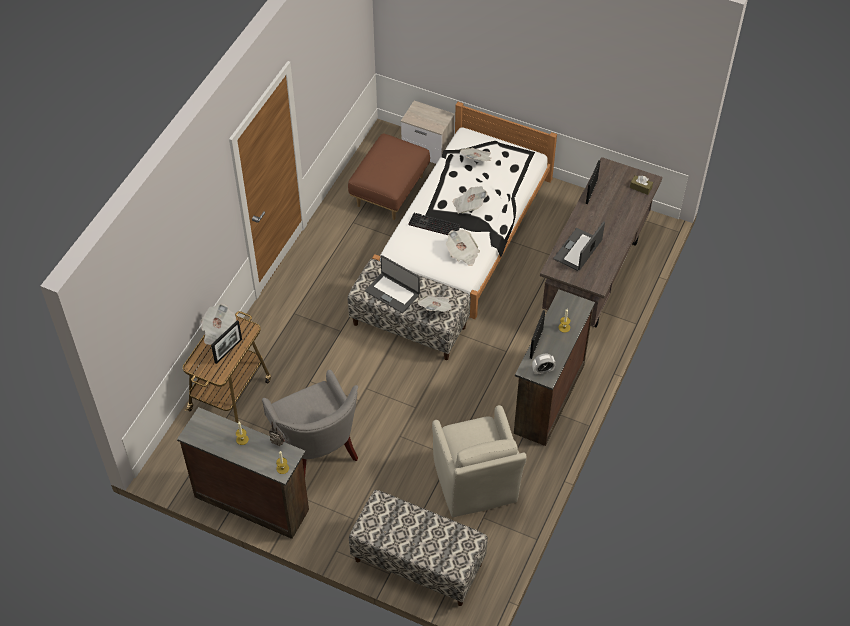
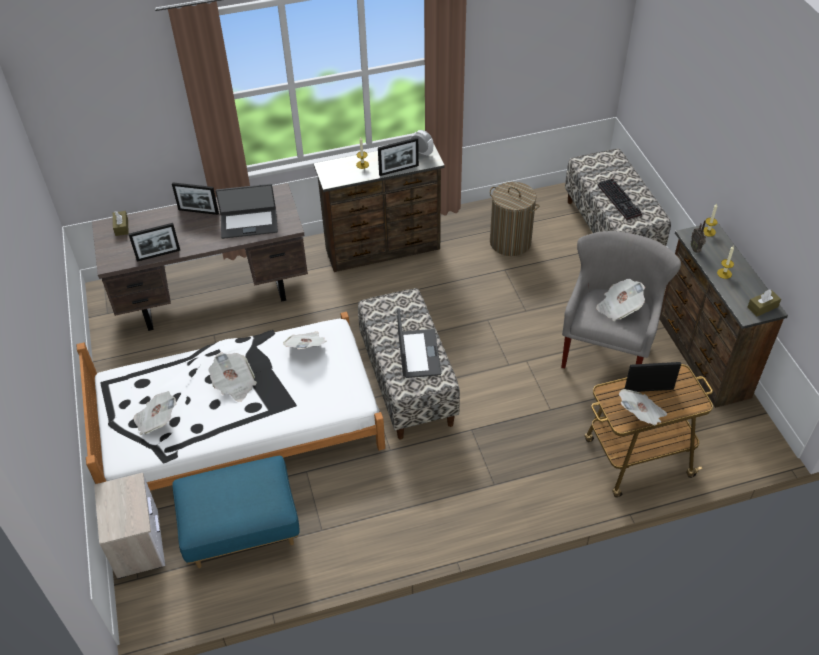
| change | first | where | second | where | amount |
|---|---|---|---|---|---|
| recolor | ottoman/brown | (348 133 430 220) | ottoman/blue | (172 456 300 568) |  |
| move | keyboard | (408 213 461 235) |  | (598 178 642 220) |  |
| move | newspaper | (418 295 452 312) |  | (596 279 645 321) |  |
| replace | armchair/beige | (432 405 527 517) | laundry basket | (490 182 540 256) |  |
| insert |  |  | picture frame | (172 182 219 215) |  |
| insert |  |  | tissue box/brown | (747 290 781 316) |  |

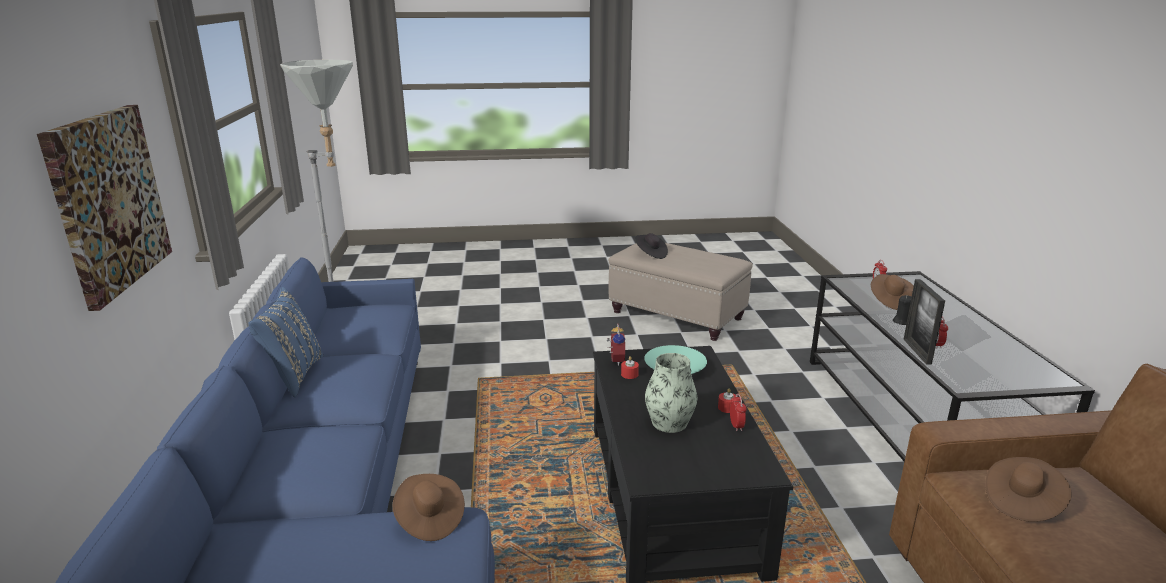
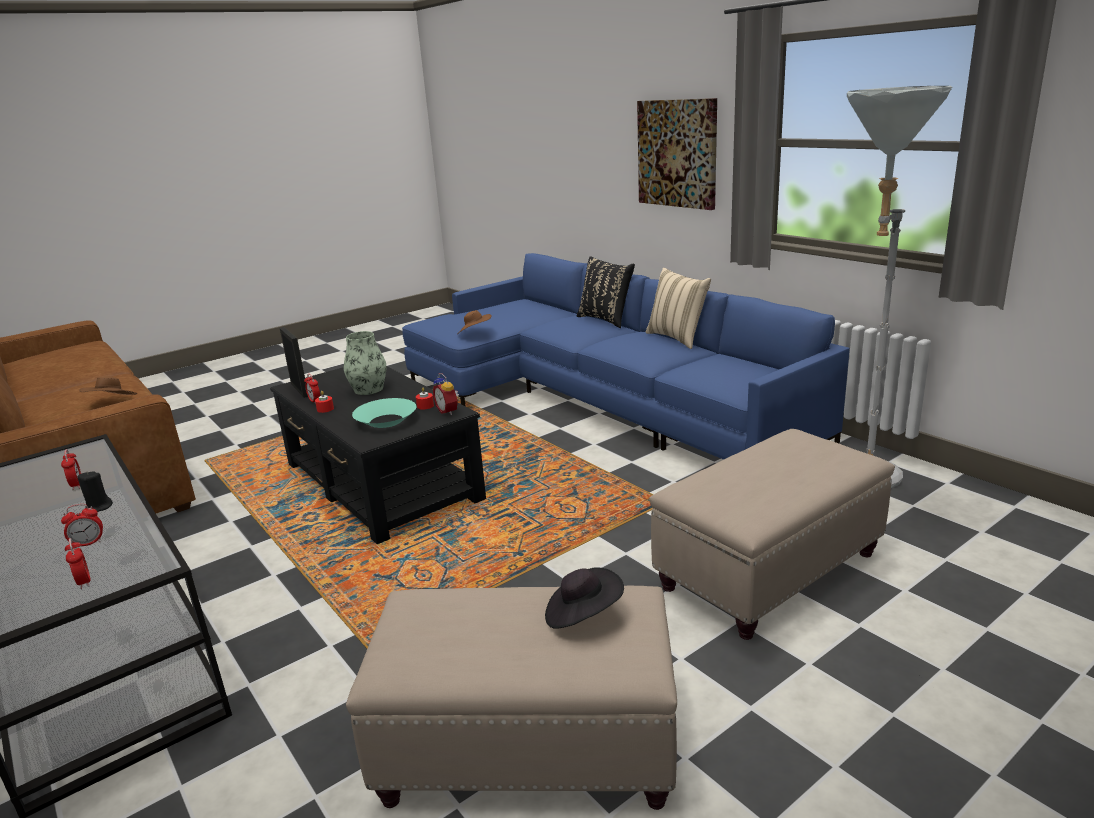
| change | first | where | second | where | amount |
|---|---|---|---|---|---|
| recolor | pillow/blue | (248 287 323 397) | pillow/beige | (646 268 711 349) |  |
| replace | hat/brown | (871 274 914 310) | alarm clock | (61 504 103 546) |  |
| move | picture frame | (903 279 945 364) |  | (280 327 308 398) |  |
| insert |  |  | pillow/black | (577 256 635 328) |  |
| insert |  |  | ottoman/beige | (649 429 895 640) |  |

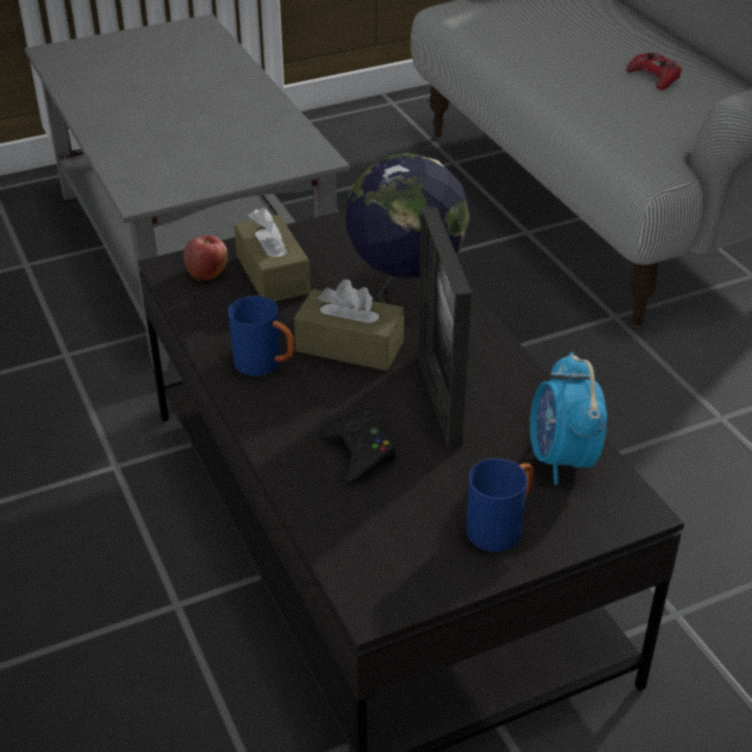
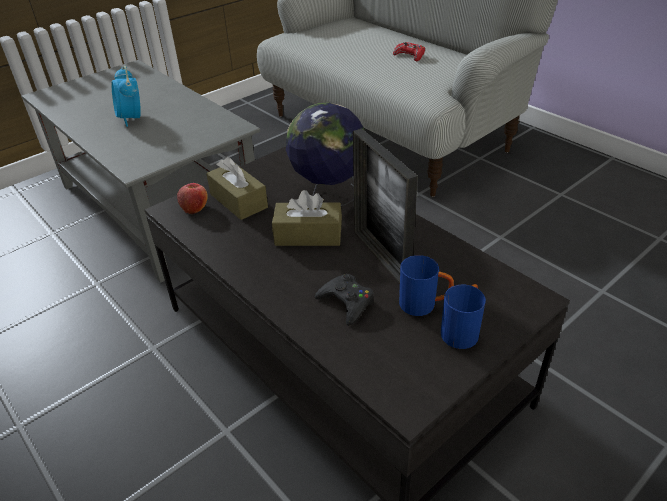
| change | first | where | second | where | amount |
|---|---|---|---|---|---|
| move | mug/blue | (228 296 294 376) |  | (399 255 454 316) |  |
| move | alarm clock | (530 352 607 485) |  | (111 66 141 127) |  |

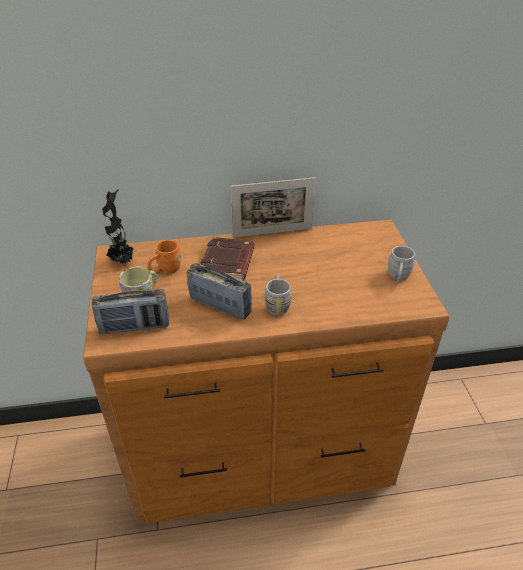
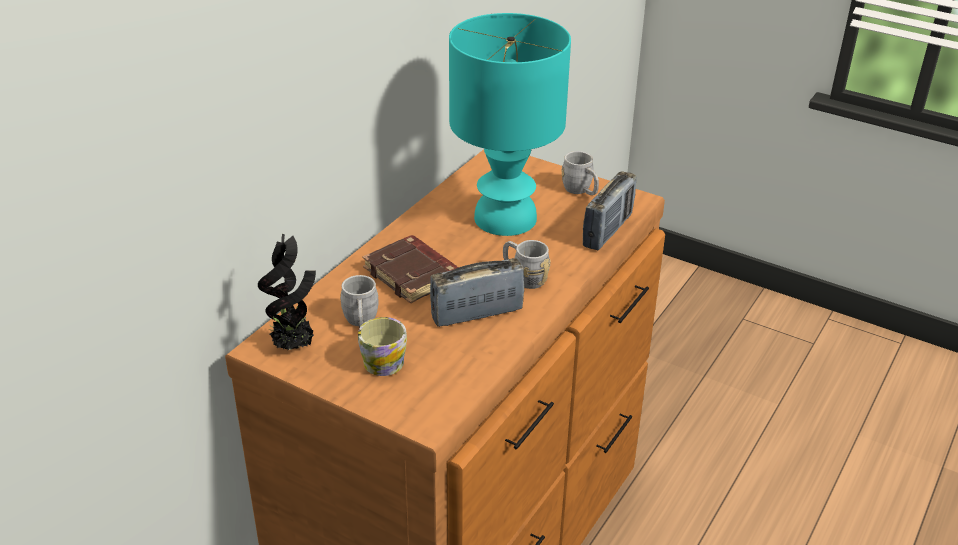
| change | first | where | second | where | amount |
|---|---|---|---|---|---|
| move | radio | (92 289 169 334) |  | (583 171 637 250) |  |
| recolor | mug/orange | (147 240 181 274) | mug/grey | (340 275 379 328) |  |
| delete | picture frame | (230 177 316 238) |  |  |  |
| insert |  |  | table lamp/turquoise | (449 13 571 236) |  |

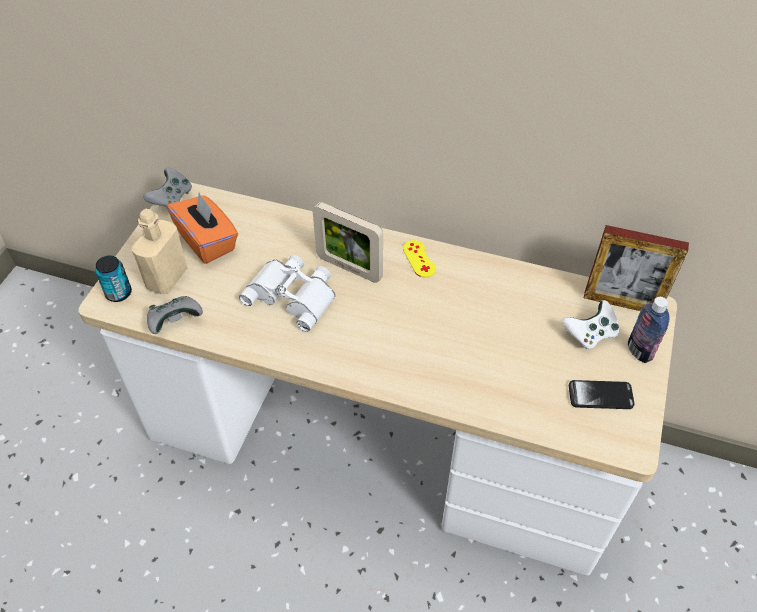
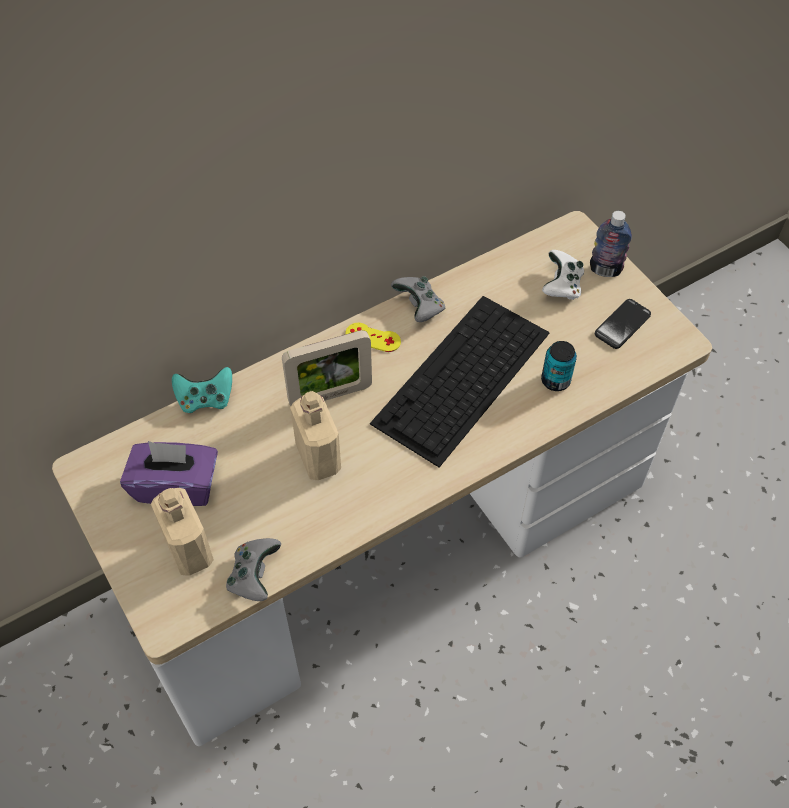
| change | first | where | second | where | amount |
|---|---|---|---|---|---|
| move | can | (95 255 132 302) |  | (541 341 577 391) |  |
| move | game controller/grey | (143 167 192 207) |  | (391 276 445 322) |  |
| recolor | tissue box/orange | (167 193 238 264) | tissue box/purple | (120 441 218 506) |  |
| replace | binoculars/white | (239 255 336 332) | bottle/beige | (290 391 341 480) |  |
| delete | picture frame | (584 225 689 311) |  |  |  |
| insert |  |  | game controller/turquoise | (172 367 232 413) |  |
| insert |  |  | keyboard | (370 296 550 467) |  |

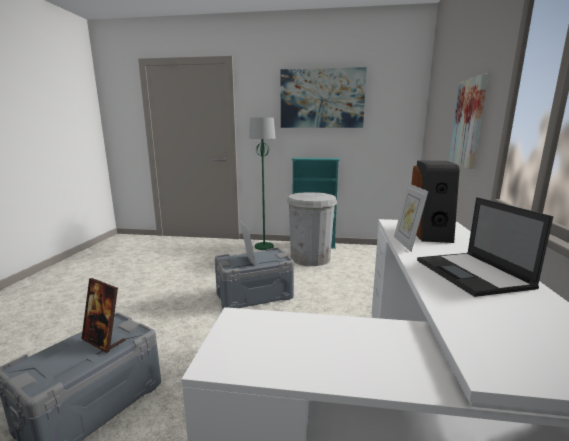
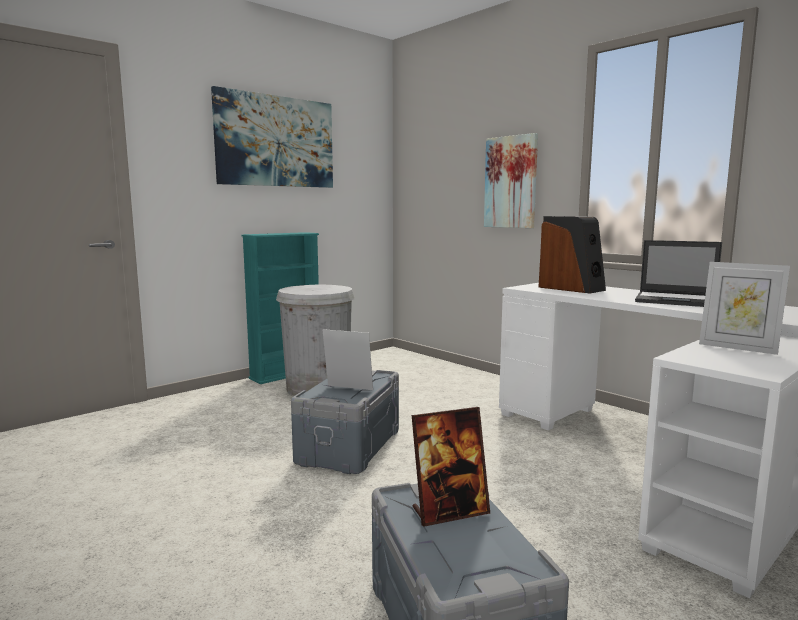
| change | first | where | second | where | amount |
|---|---|---|---|---|---|
| delete | floor lamp/green | (249 117 276 250) |  |  |  |
| move | picture frame | (394 183 429 252) |  | (699 262 790 355) |  |

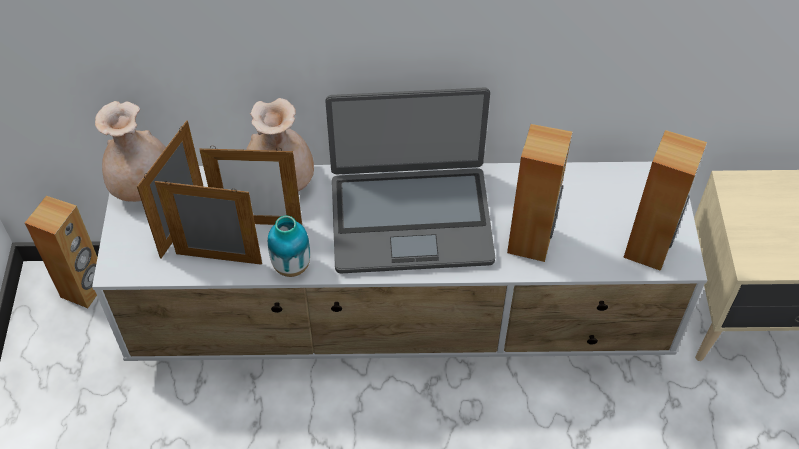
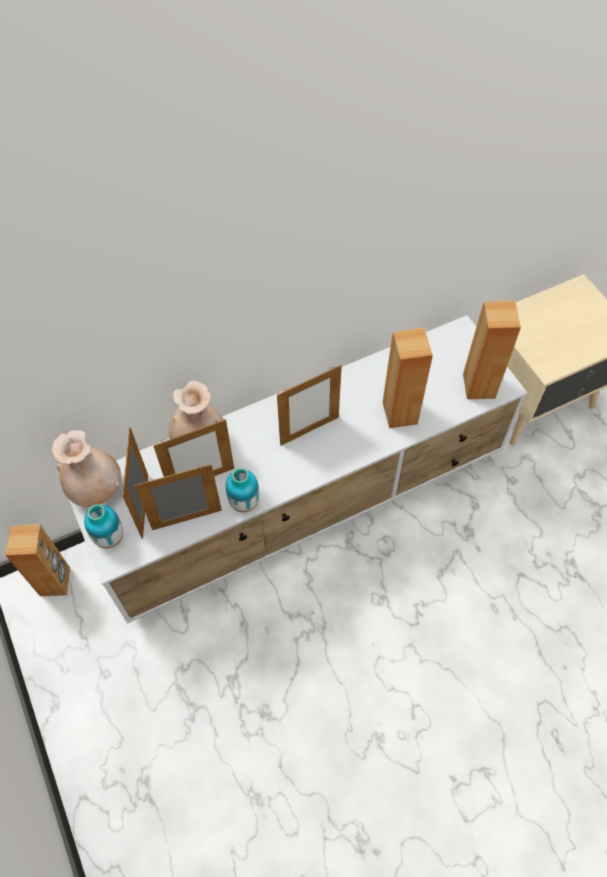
| change | first | where | second | where | amount |
|---|---|---|---|---|---|
| replace | laptop | (325 88 495 273) | picture frame | (277 365 342 446) |  |
| insert |  |  | vase | (84 504 123 548) |  |

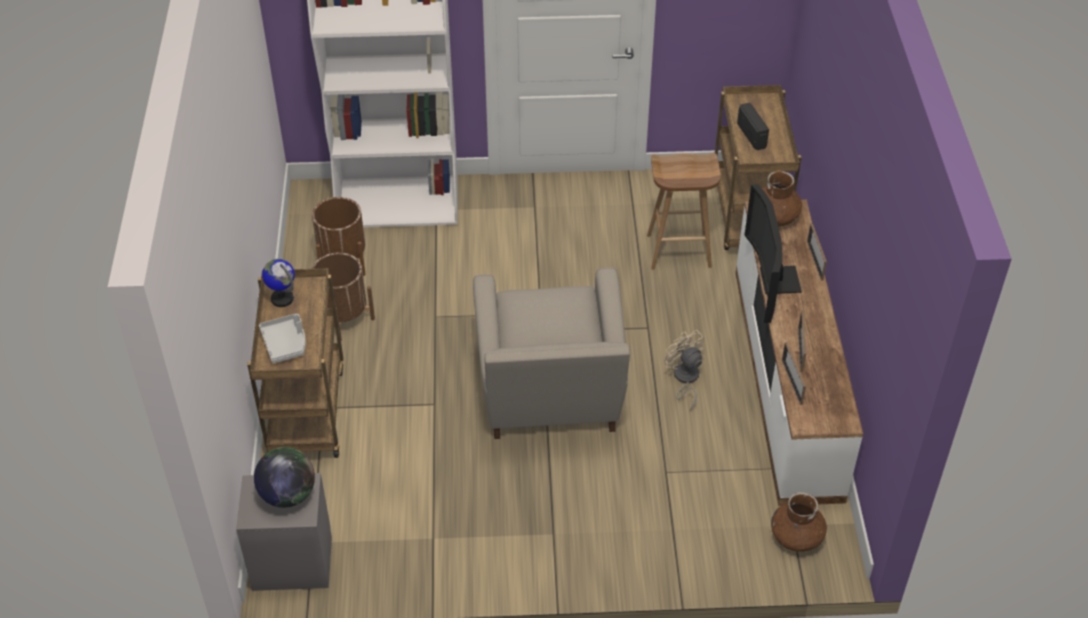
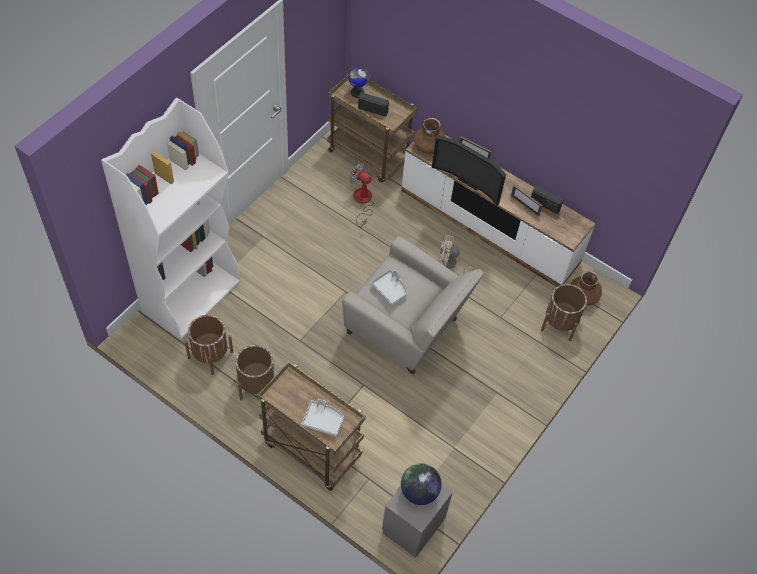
| change | first | where | second | where | amount |
|---|---|---|---|---|---|
| move | globe | (262 259 295 307) |  | (349 68 370 98) |  |
| replace | stool/brown | (647 153 721 270) | fan | (349 163 374 228) |  |
| delete | picture frame | (782 342 806 405) |  |  |  |
| insert |  |  | tray/grey | (371 269 408 306) |  |
| insert |  |  | radio | (531 185 563 214) |  |
| insert |  |  | planter/brown | (541 284 587 341) |  |

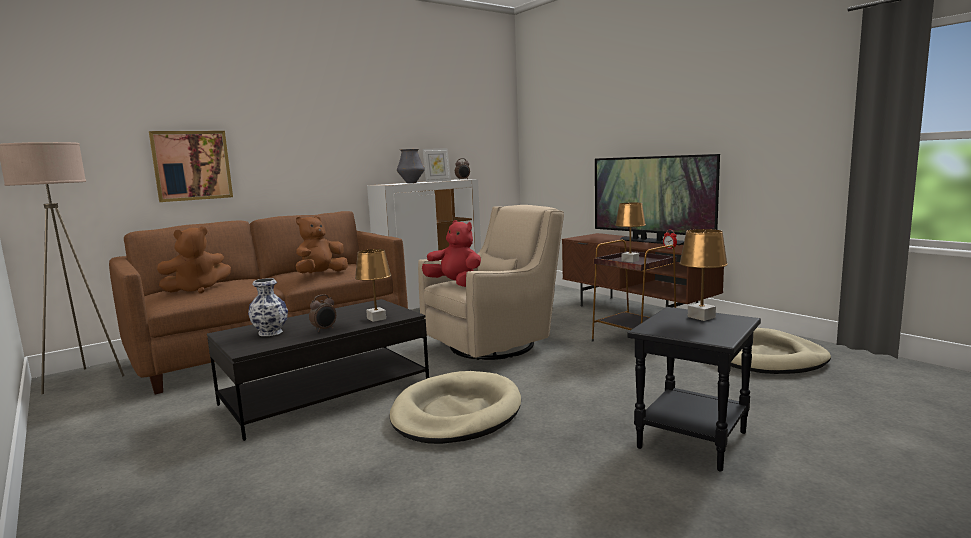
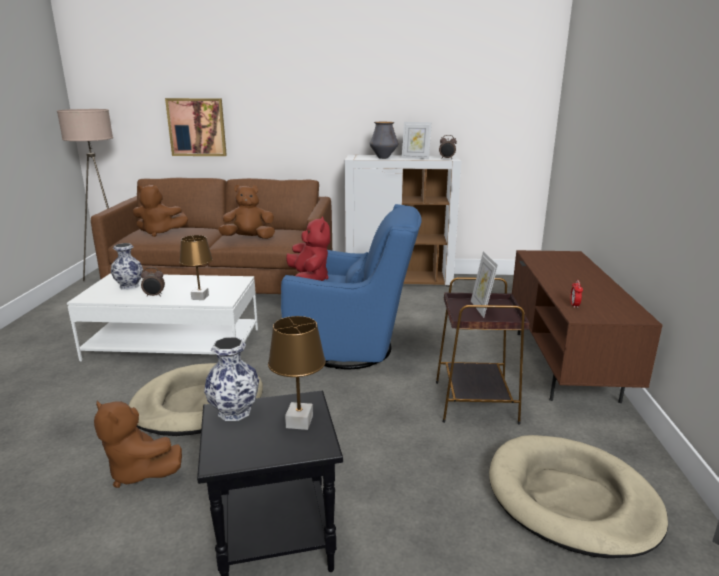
| change | first | where | second | where | amount |
|---|---|---|---|---|---|
| recolor | coffee table/black | (207 299 429 441) | coffee table/white | (67 273 258 362) |  |
| recolor | armchair/beige | (418 205 564 360) | armchair/blue | (281 204 422 369) |  |
| delete | television | (595 154 720 245) |  |  |  |
| replace | table lamp/brown | (615 203 646 263) | picture frame | (471 251 498 318) |  |
| insert |  |  | plush toy/brown | (94 401 182 488) |  |
| insert |  |  | vase | (204 337 259 421) |  |

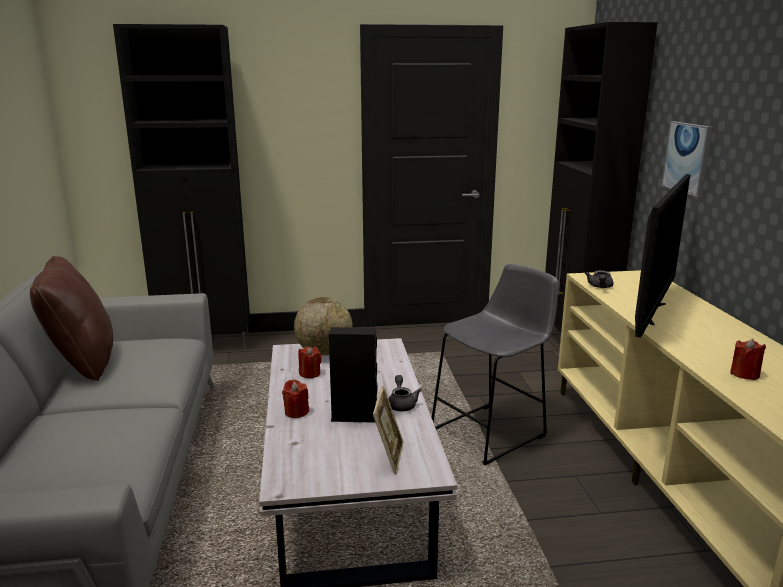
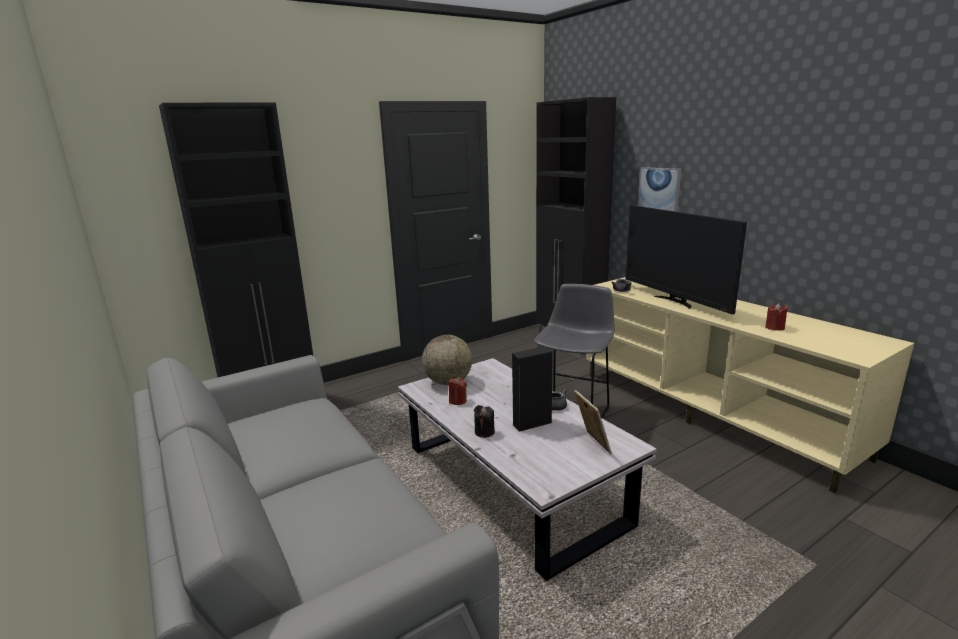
| change | first | where | second | where | amount |
|---|---|---|---|---|---|
| delete | pillow/brown | (30 256 113 381) |  |  |  |
| recolor | candle/red | (282 379 309 418) | candle/black | (474 405 495 438) |  |
| rotate | television | (635 174 690 338) |  | (626 205 747 315) | 150 degrees clockwise |

